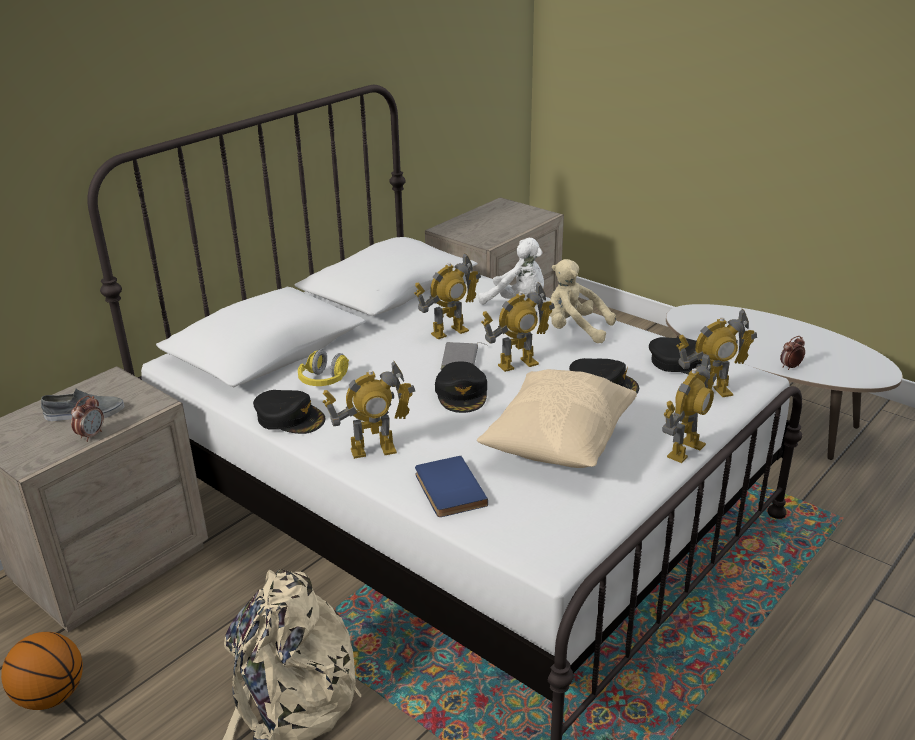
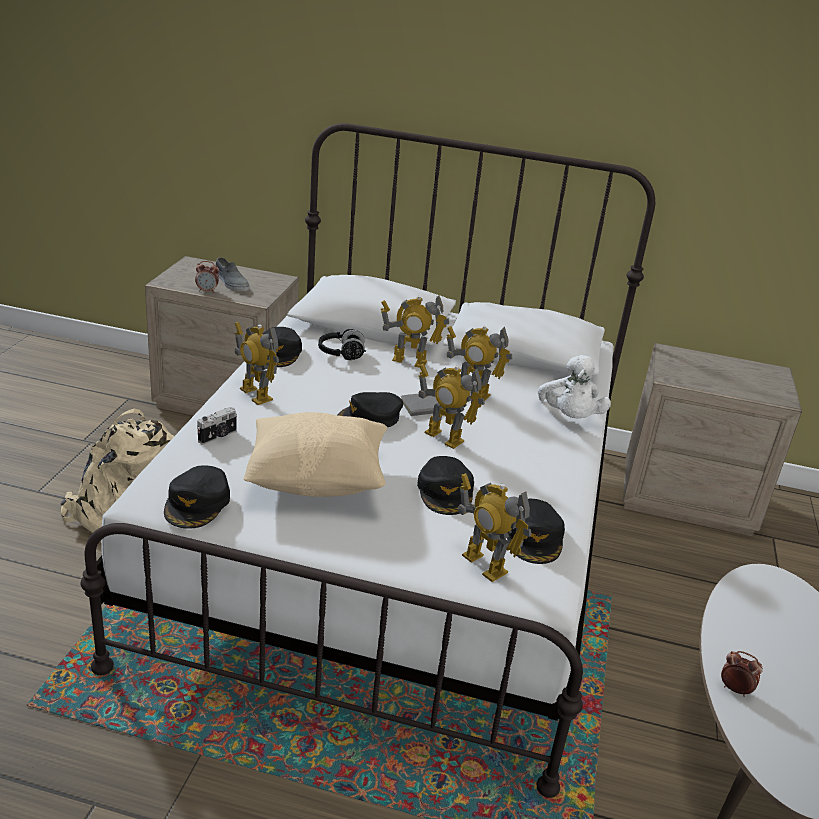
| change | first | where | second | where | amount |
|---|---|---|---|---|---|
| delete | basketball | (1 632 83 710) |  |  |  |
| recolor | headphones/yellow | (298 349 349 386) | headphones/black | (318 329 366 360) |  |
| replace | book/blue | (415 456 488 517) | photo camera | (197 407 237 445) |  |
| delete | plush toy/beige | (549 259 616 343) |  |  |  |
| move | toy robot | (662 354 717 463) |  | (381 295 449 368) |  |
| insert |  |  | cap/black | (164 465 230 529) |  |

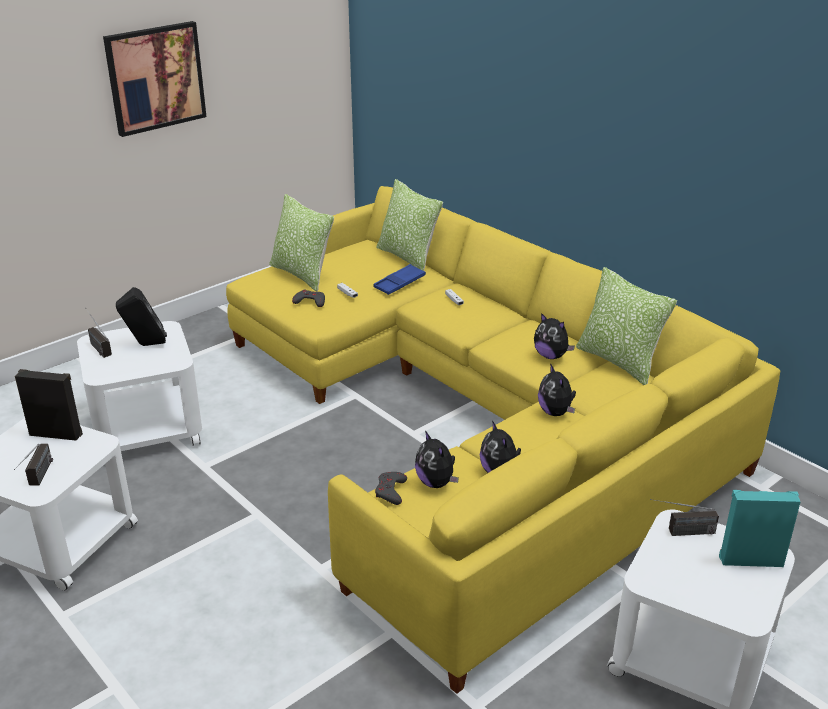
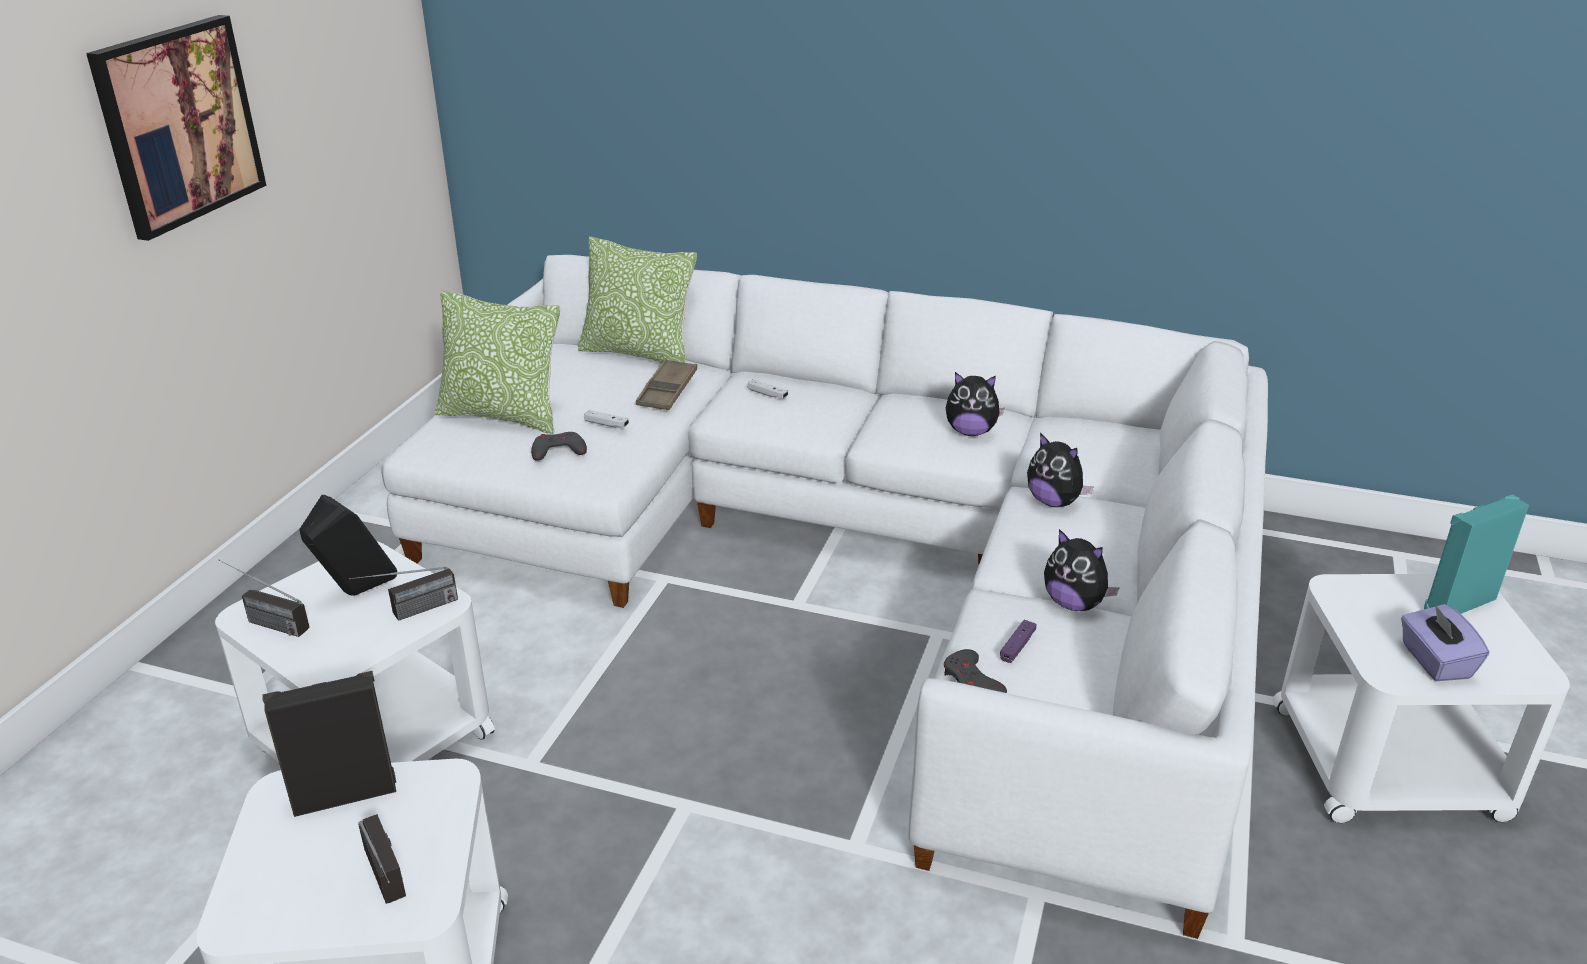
| change | first | where | second | where | amount |
|---|---|---|---|---|---|
| recolor | sofa/yellow | (226 186 780 694) | sofa/white | (381 255 1268 939) |  |
| recolor | tray/blue | (373 264 426 295) | tray/brown | (636 359 697 410) |  |
| replace | plush toy | (415 431 459 488) | game controller/purple | (1000 620 1036 663) |  |
| delete | pillow | (576 267 677 385) |  |  |  |
| move | radio | (650 499 719 536) |  | (349 567 458 621) |  |
| insert |  |  | tissue box/purple | (1401 604 1489 681) |  |

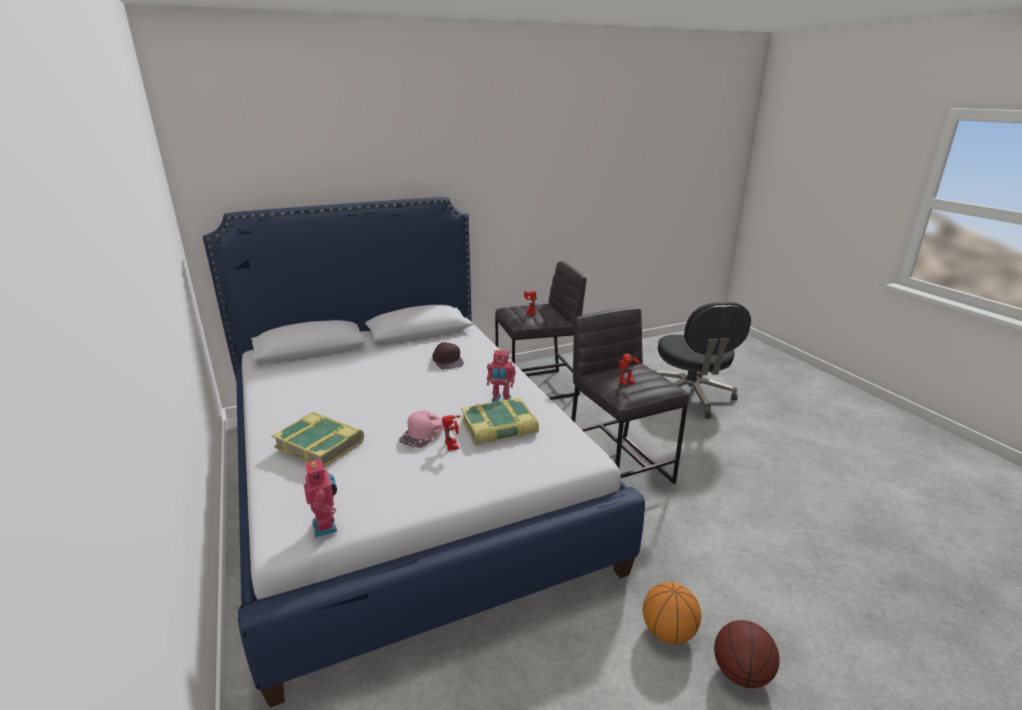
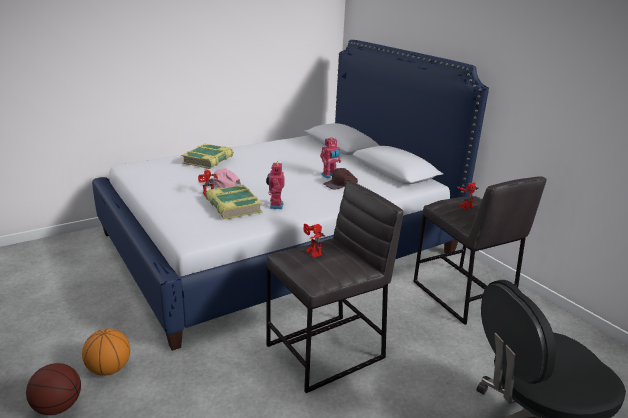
| change | first | where | second | where | amount |
|---|---|---|---|---|---|
| move | toy robot | (304 458 337 538) |  | (320 137 341 179) |  |

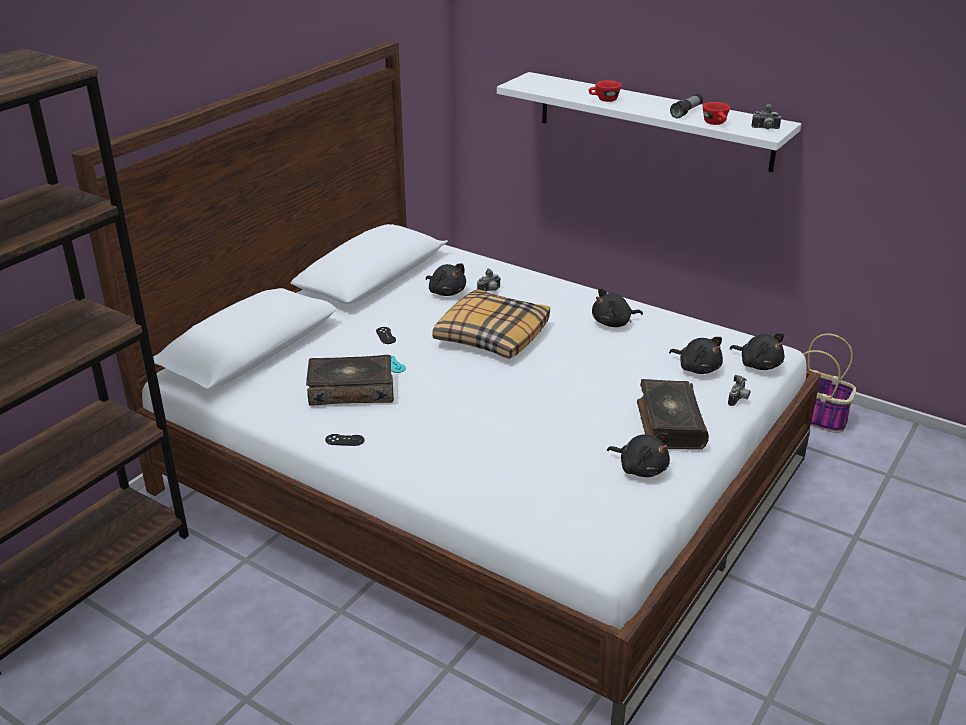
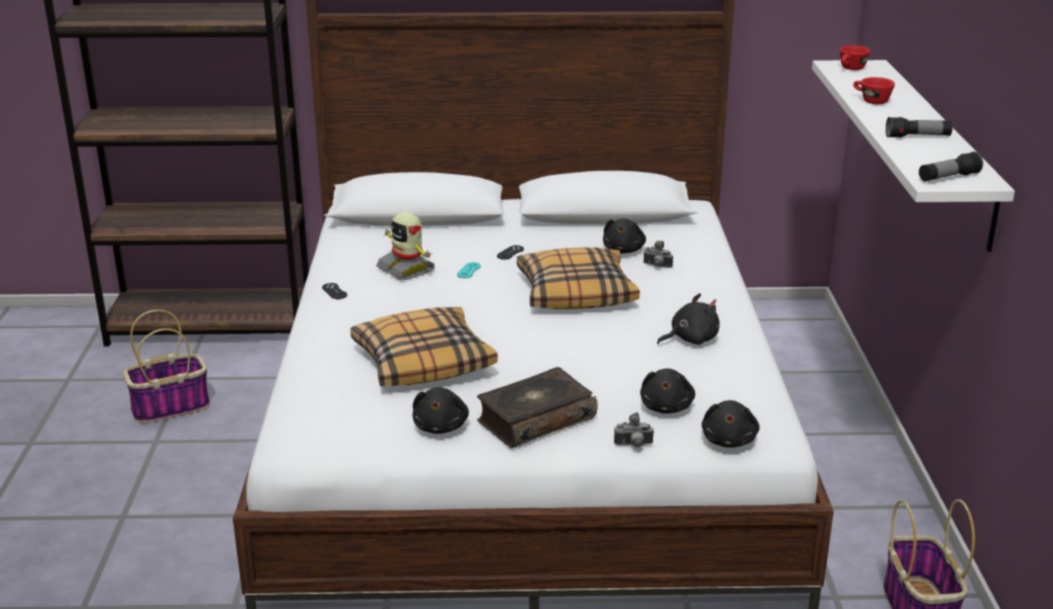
| change | first | where | second | where | amount |
|---|---|---|---|---|---|
| replace | book | (306 355 394 405) | toy robot | (376 211 435 280) |  |
| rotate | plush toy/black | (592 288 643 327) |  | (657 293 720 345) | 120 degrees clockwise |
| move | cup/red | (703 102 730 125) |  | (840 45 871 70) |  |
| replace | photo camera | (751 104 781 129) | flashlight | (919 151 983 182) |  |
| insert |  |  | basket | (123 310 210 423) |  |
| insert |  |  | pillow | (350 307 498 386) |  |

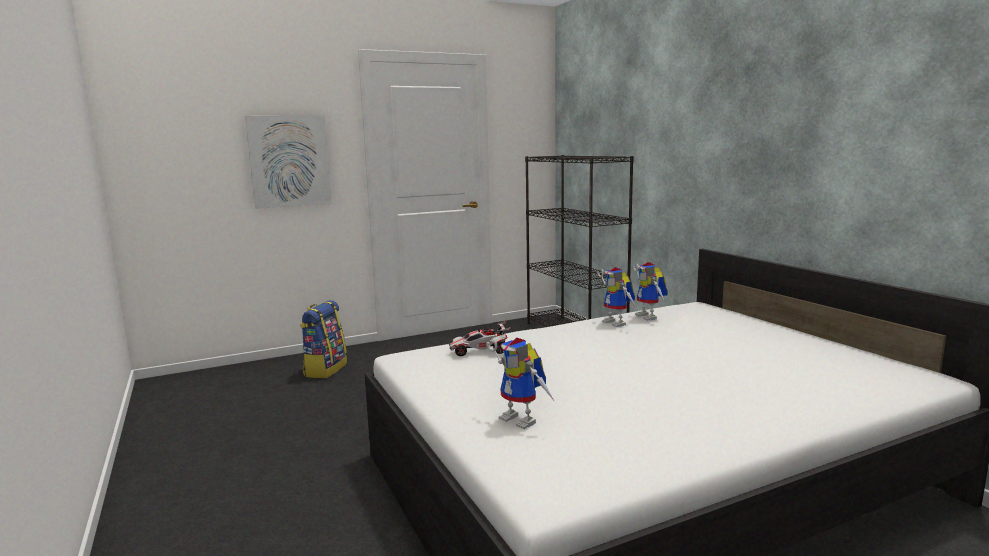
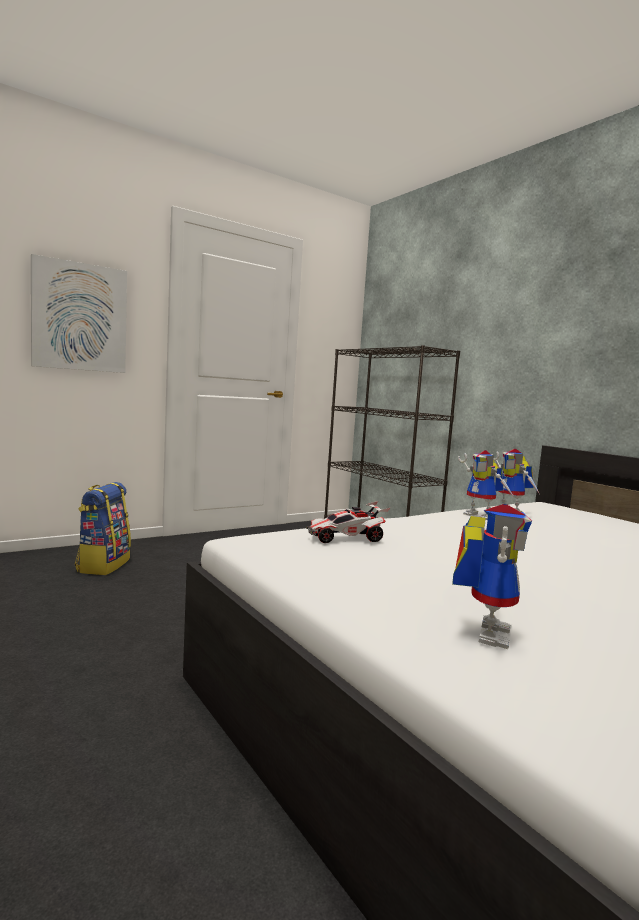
| change | first | where | second | where | amount |
|---|---|---|---|---|---|
| rotate | toy robot | (487 338 555 429) |  | (452 504 532 649) | 105 degrees counterclockwise |

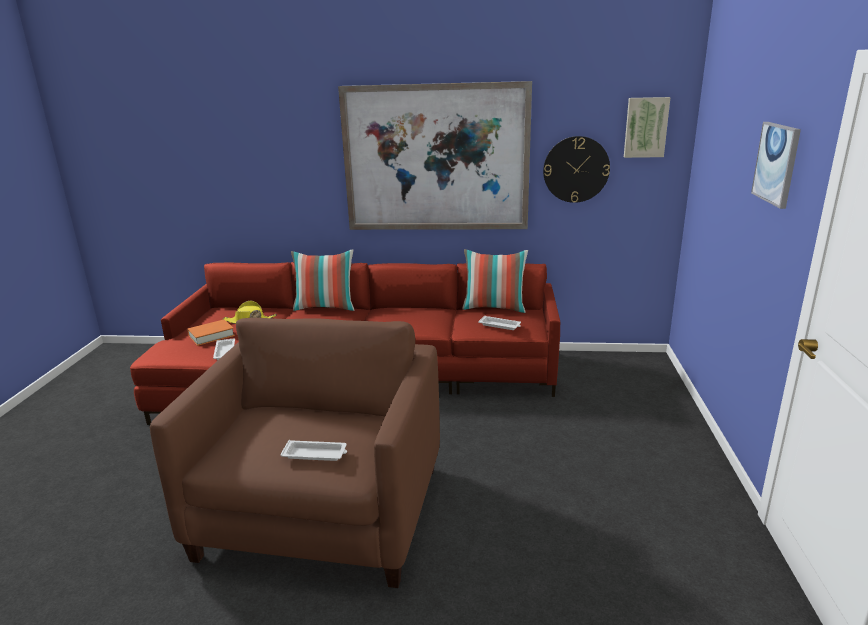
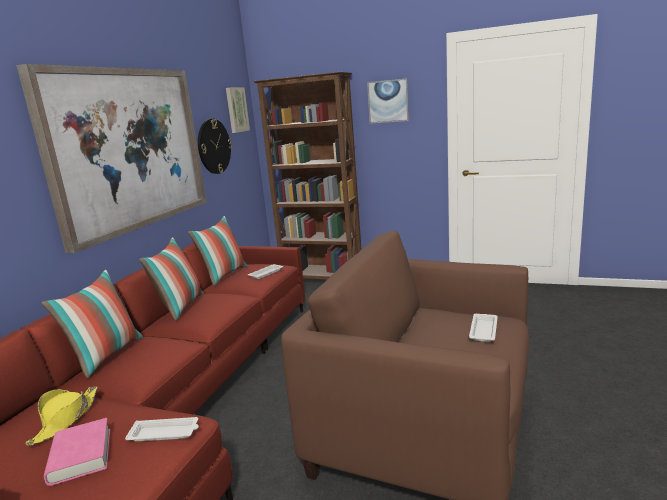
| change | first | where | second | where | amount |
|---|---|---|---|---|---|
| recolor | book/orange | (187 319 235 346) | book/pink | (44 418 110 486) |  |
| insert |  |  | pillow | (139 237 204 321) |  |
| insert |  |  | bookcase/brown | (253 72 362 280) |  |

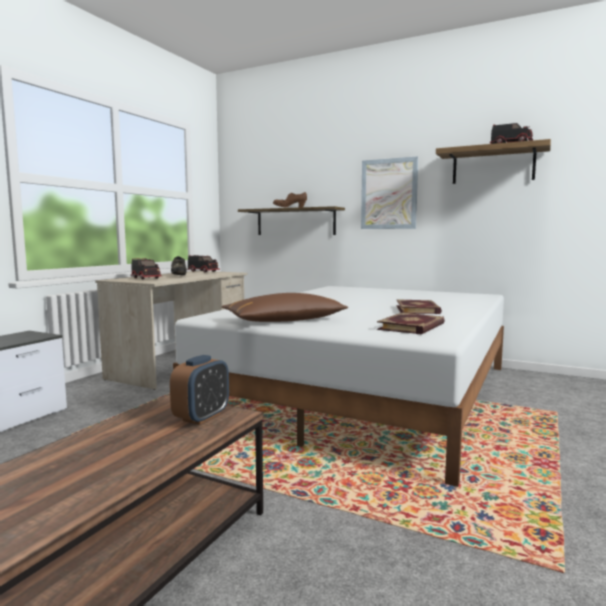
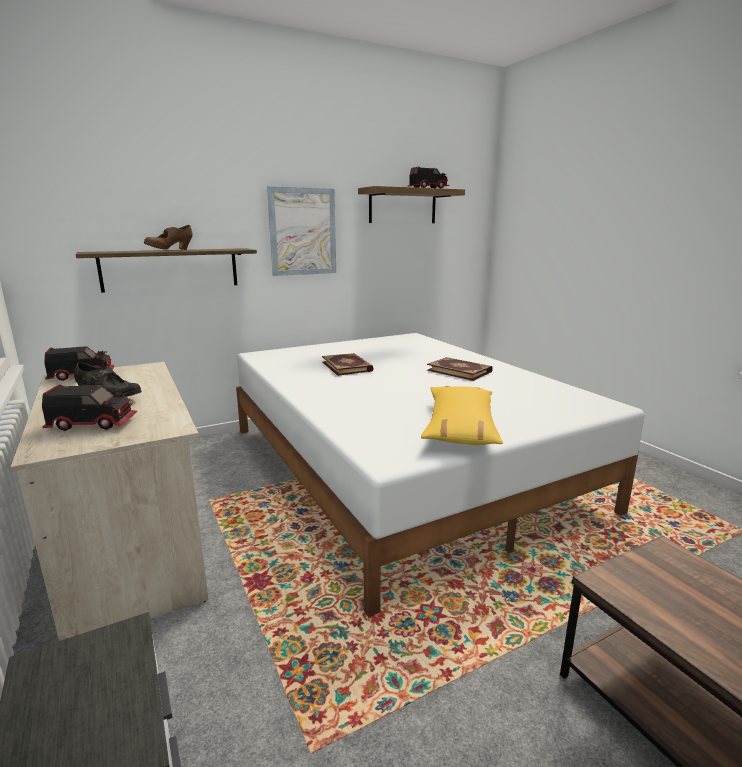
| change | first | where | second | where | amount |
|---|---|---|---|---|---|
| delete | alarm clock | (170 355 229 425) |  |  |  |
| recolor | pillow/brown | (222 293 348 322) | pillow/yellow | (421 386 503 445) |  |
| move | book | (377 312 445 335) |  | (322 353 374 376) |  |

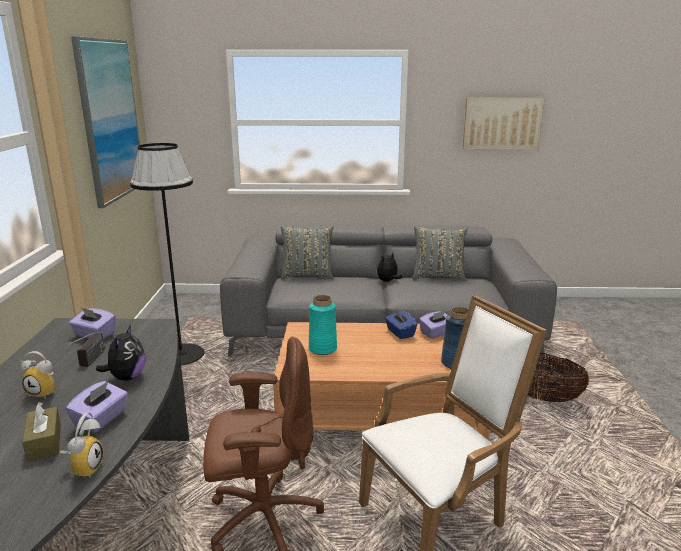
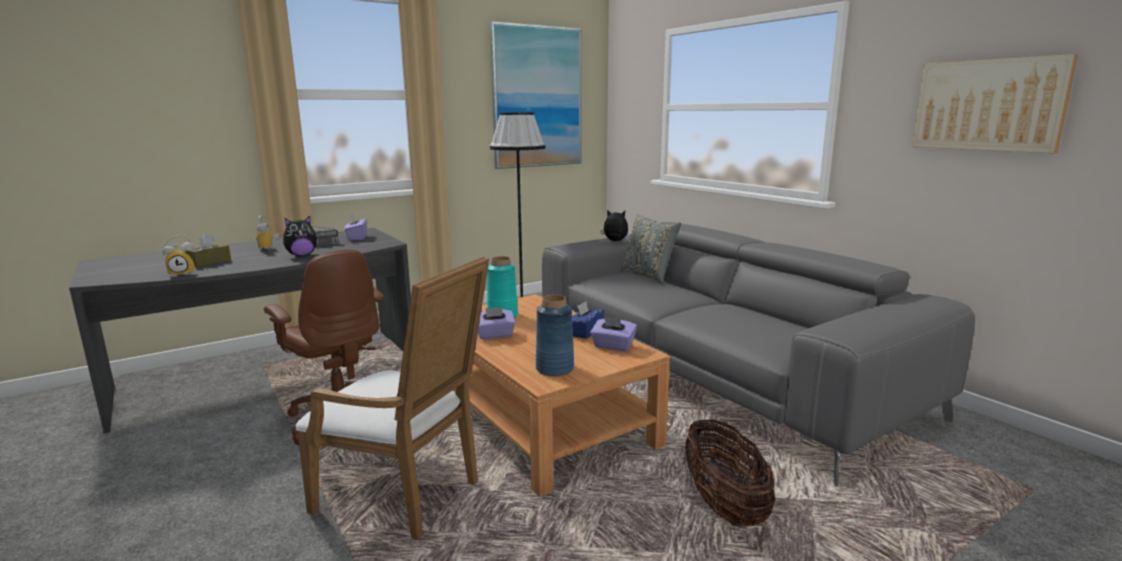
| change | first | where | second | where | amount |
|---|---|---|---|---|---|
| move | tissue box/purple | (66 381 128 433) |  | (478 307 515 339) |  |
| move | plush toy | (377 253 402 282) |  | (601 210 628 241) |  |
| delete | pillow/grey | (412 226 468 281) |  |  |  |

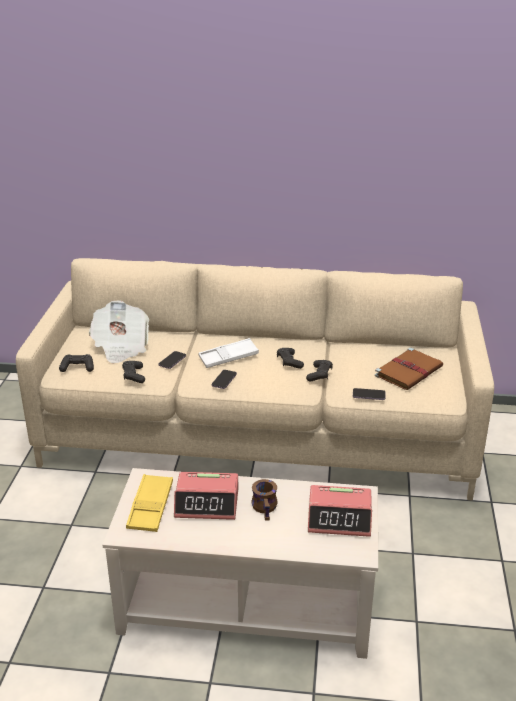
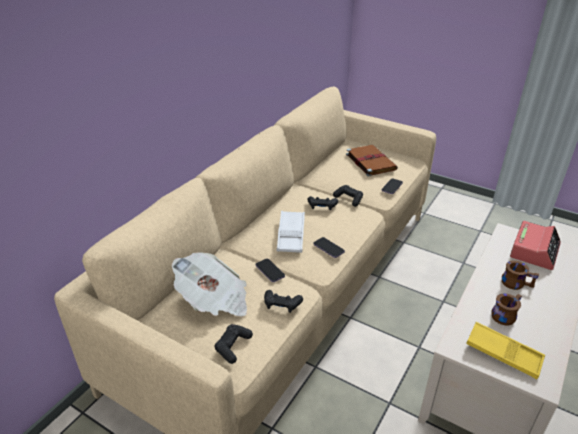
| change | first | where | second | where | amount |
|---|---|---|---|---|---|
| replace | alarm clock | (174 472 238 520) | mug/brown | (492 294 522 325) |  |

